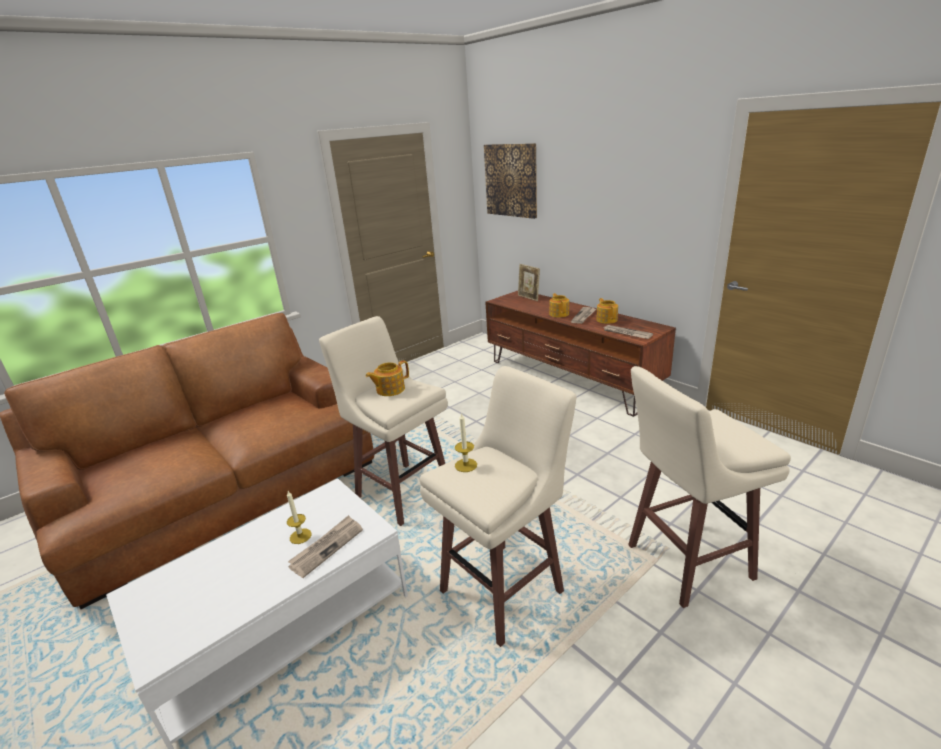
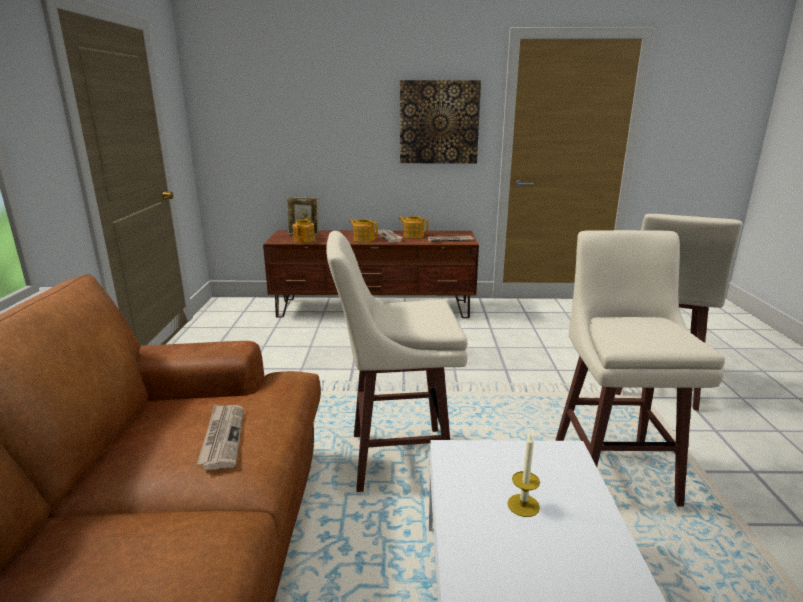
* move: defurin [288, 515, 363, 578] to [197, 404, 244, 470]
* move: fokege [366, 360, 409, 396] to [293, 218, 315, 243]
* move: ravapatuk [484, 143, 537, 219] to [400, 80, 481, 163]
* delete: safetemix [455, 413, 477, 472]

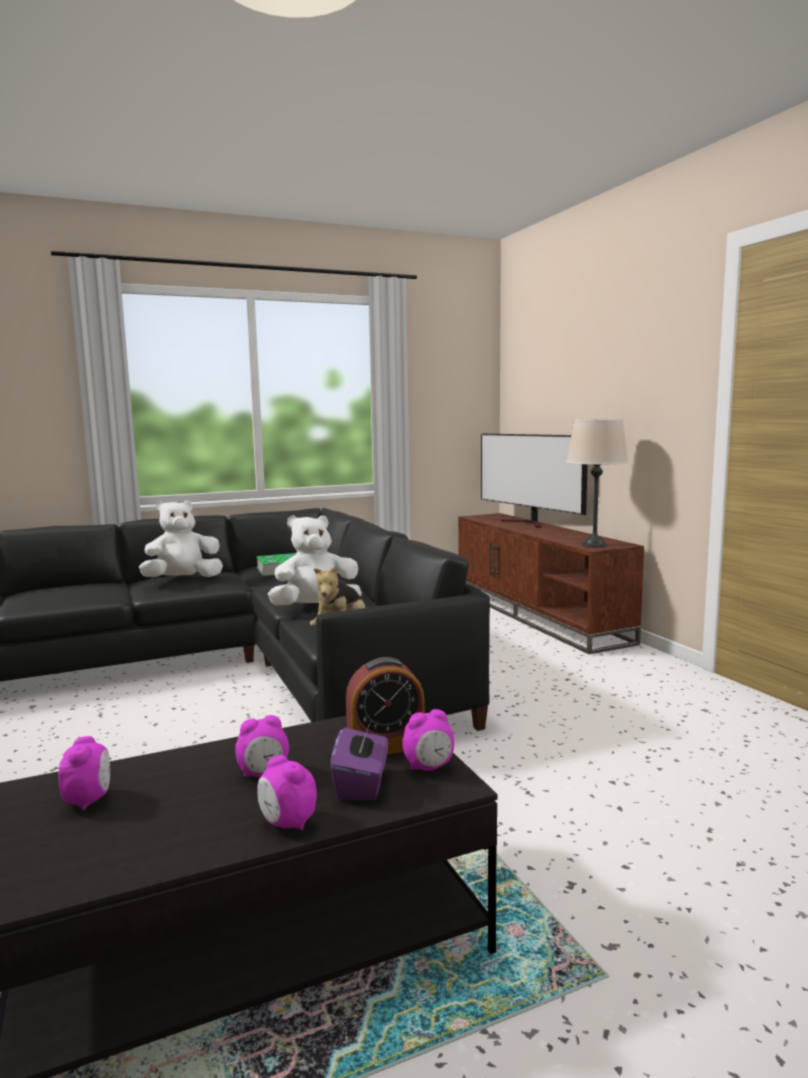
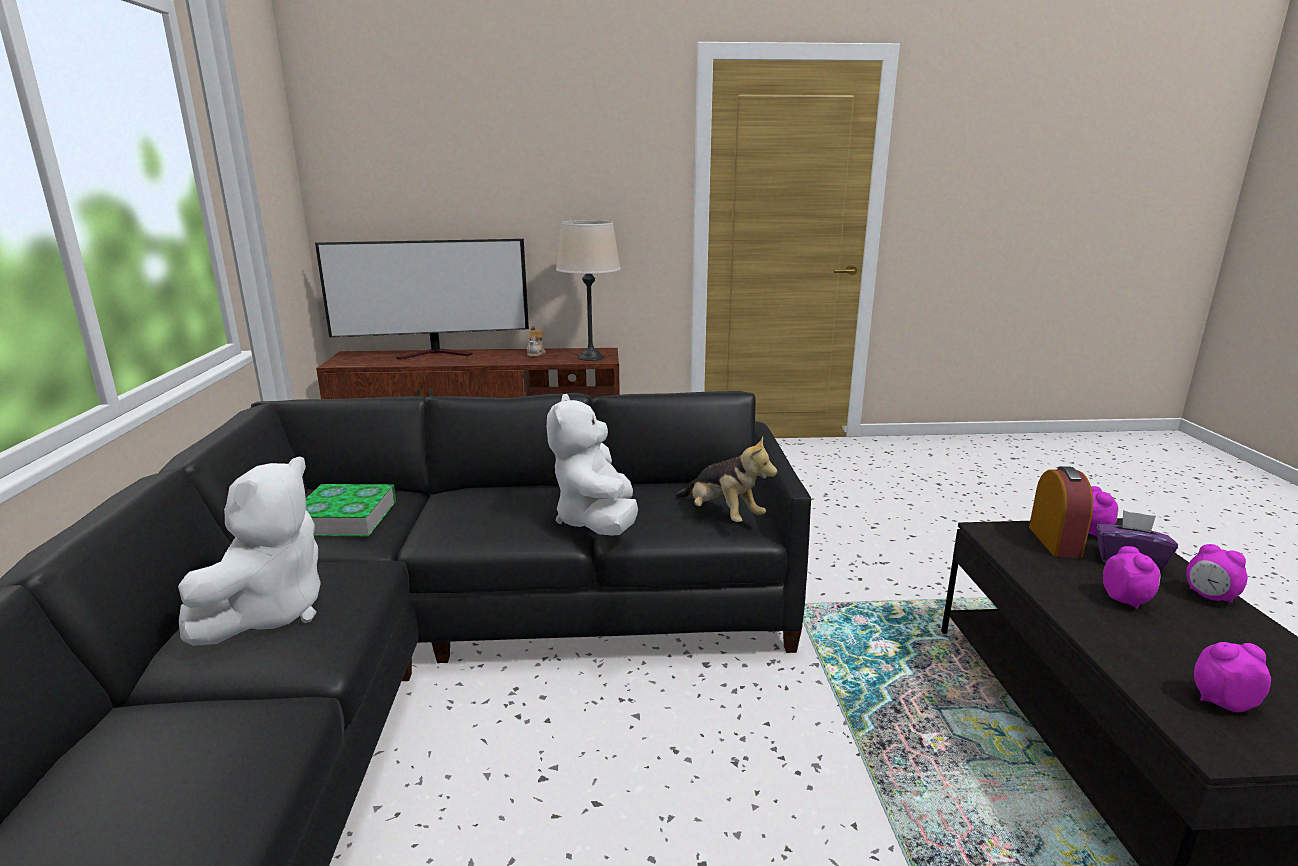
* rotate: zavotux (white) [139, 501, 223, 577] = [178, 456, 321, 646] 150 degrees counterclockwise
* insert: fokege [527, 326, 546, 357]
* rotate: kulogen [257, 755, 317, 831] = [1186, 544, 1248, 603] 75 degrees clockwise

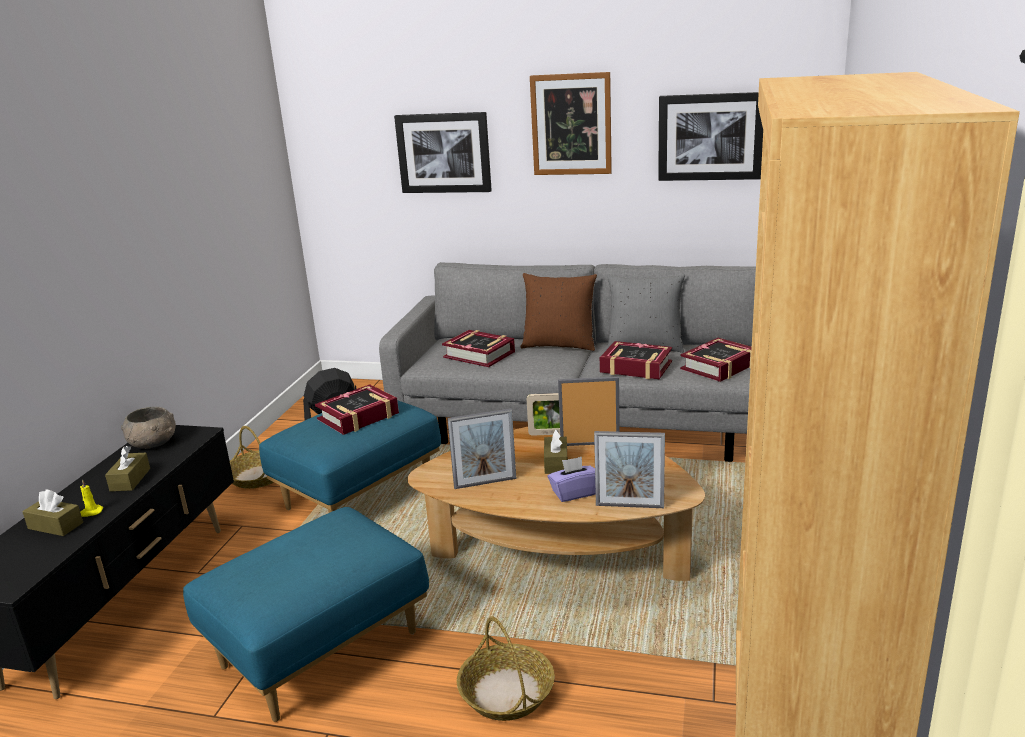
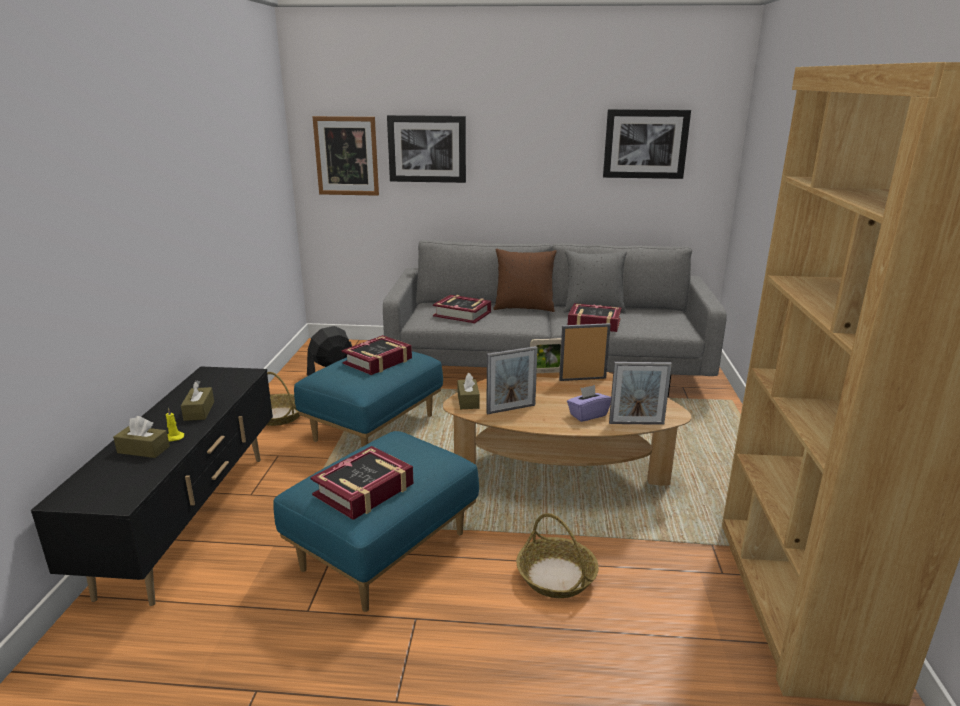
* move: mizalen [680, 338, 752, 382] to [310, 446, 414, 520]
* move: ravapatuk [530, 72, 612, 175] to [313, 116, 379, 196]
* move: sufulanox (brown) [544, 430, 567, 474] to [457, 373, 480, 409]
* delete: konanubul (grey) [121, 407, 176, 449]

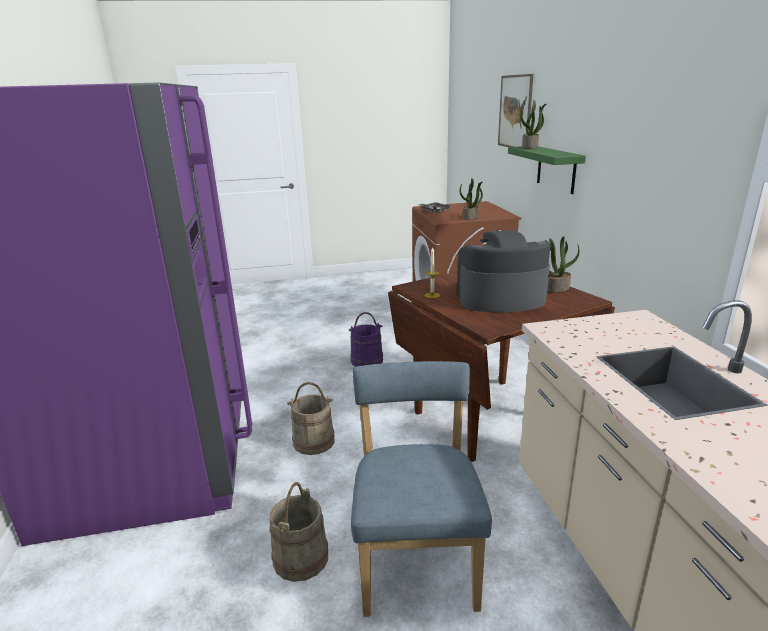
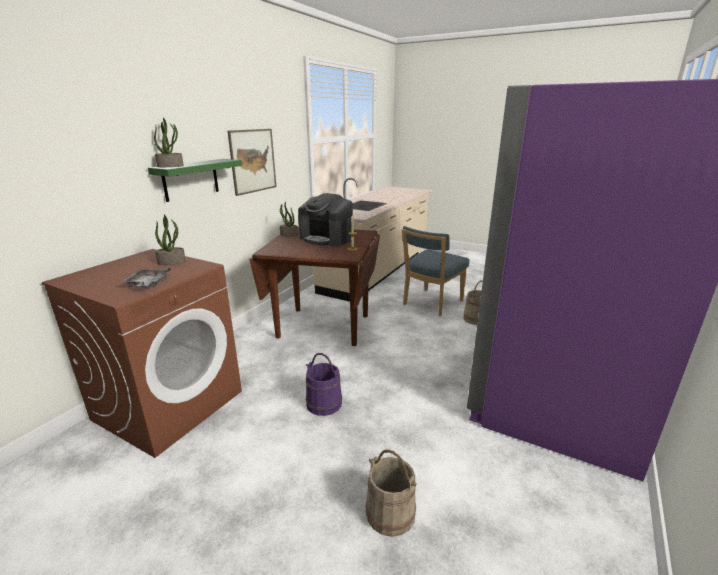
* move: ravapatuk [498, 74, 533, 147] to [228, 129, 277, 196]
* move: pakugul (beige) [287, 382, 335, 455] to [365, 450, 417, 537]

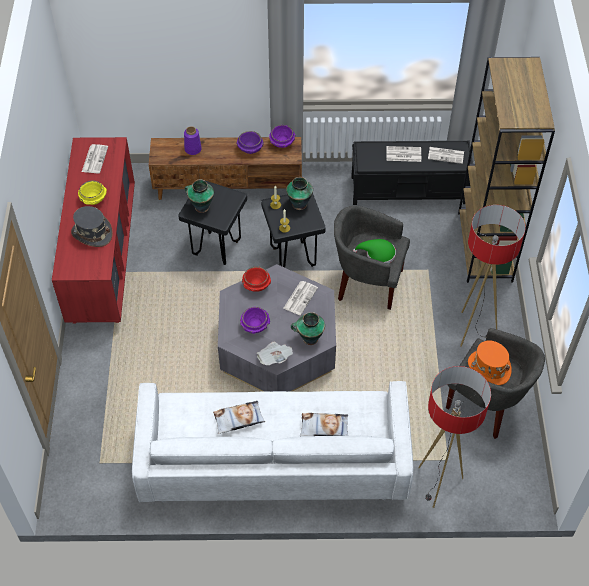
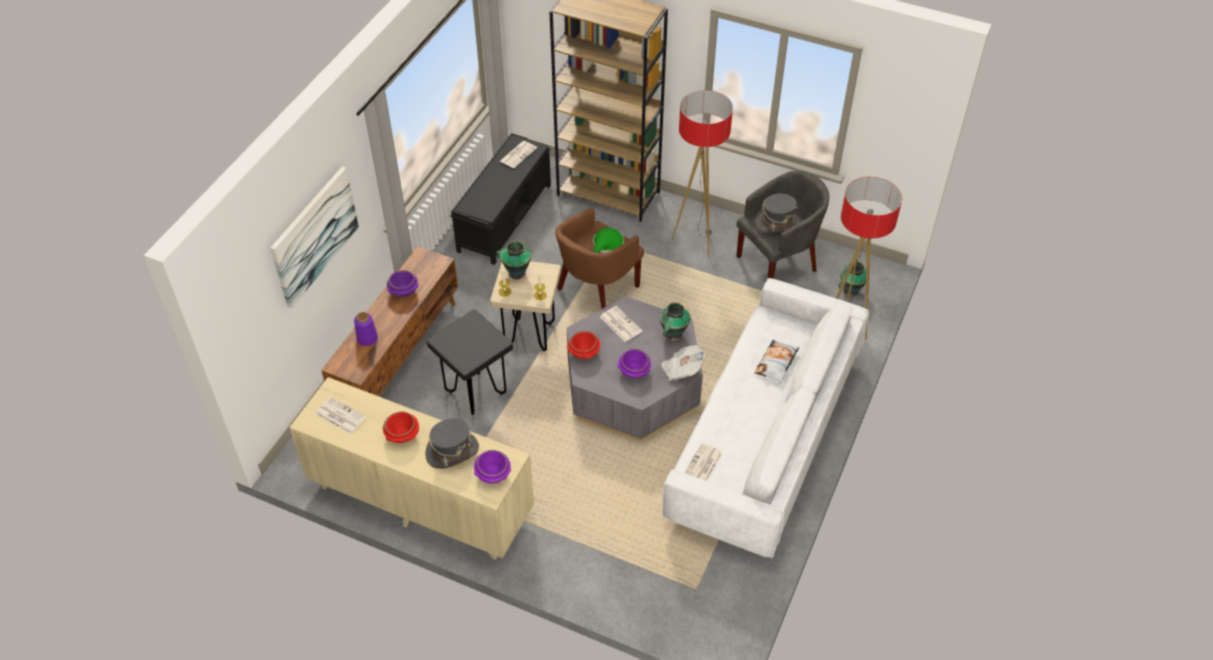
* insert: ravapatuk [270, 166, 359, 308]
* recolor: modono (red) [52, 137, 135, 324] to modono (beige) [289, 377, 534, 560]
* recolor: konanubul (yellow) [78, 180, 107, 205] to konanubul (red) [383, 411, 419, 443]
* move: konanubul (purple) [269, 125, 296, 148] to [474, 450, 511, 484]
* recolor: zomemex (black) [261, 194, 326, 268] to zomemex (beige) [490, 261, 561, 351]
* recolor: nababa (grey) [334, 206, 410, 310] to nababa (brown) [555, 208, 644, 309]
* move: defurin [386, 146, 421, 162] to [684, 443, 723, 481]
* recolor: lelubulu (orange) [468, 341, 512, 385] to lelubulu (grey) [756, 194, 800, 233]
* move: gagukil [185, 180, 214, 213] to [838, 261, 866, 296]
* delete: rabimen [213, 401, 265, 434]

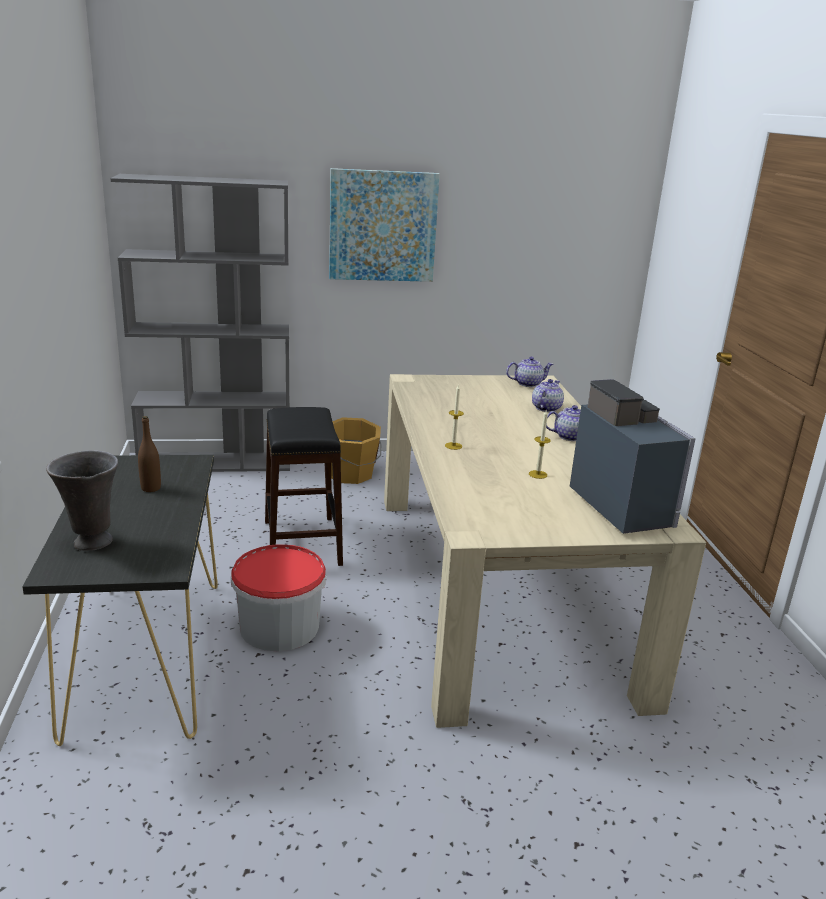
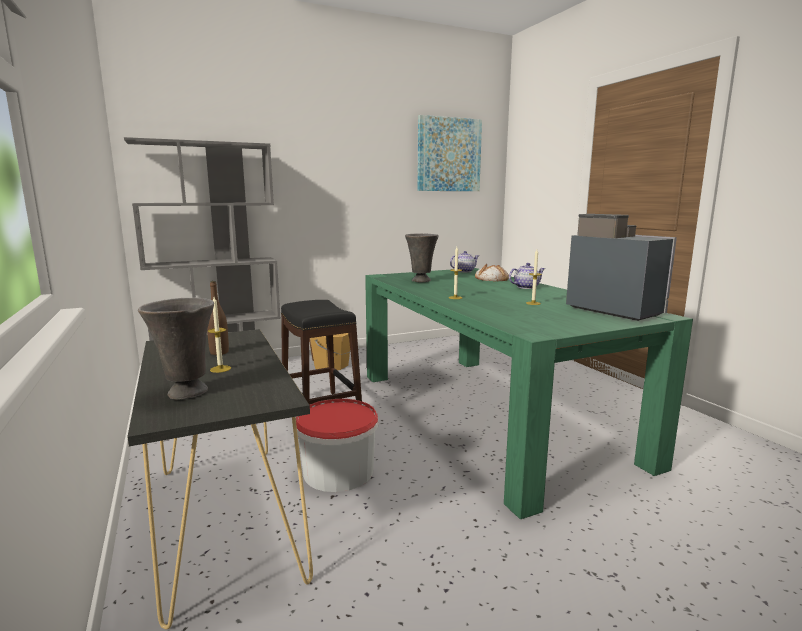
* insert: safetemix [208, 297, 231, 373]
* recolor: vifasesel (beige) [384, 374, 706, 728] to vifasesel (green) [365, 268, 693, 519]
* insert: gagukil (grey) [405, 233, 439, 282]
* move: ravapatuk [329, 168, 440, 282] to [417, 115, 482, 191]
* replace: fokege [532, 379, 564, 412] to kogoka [475, 263, 509, 281]

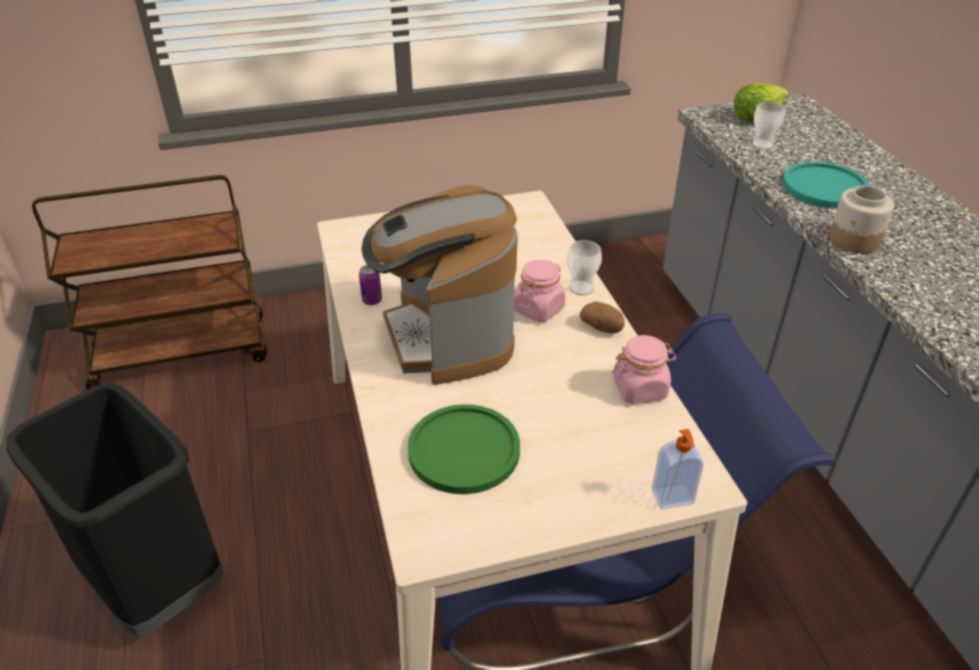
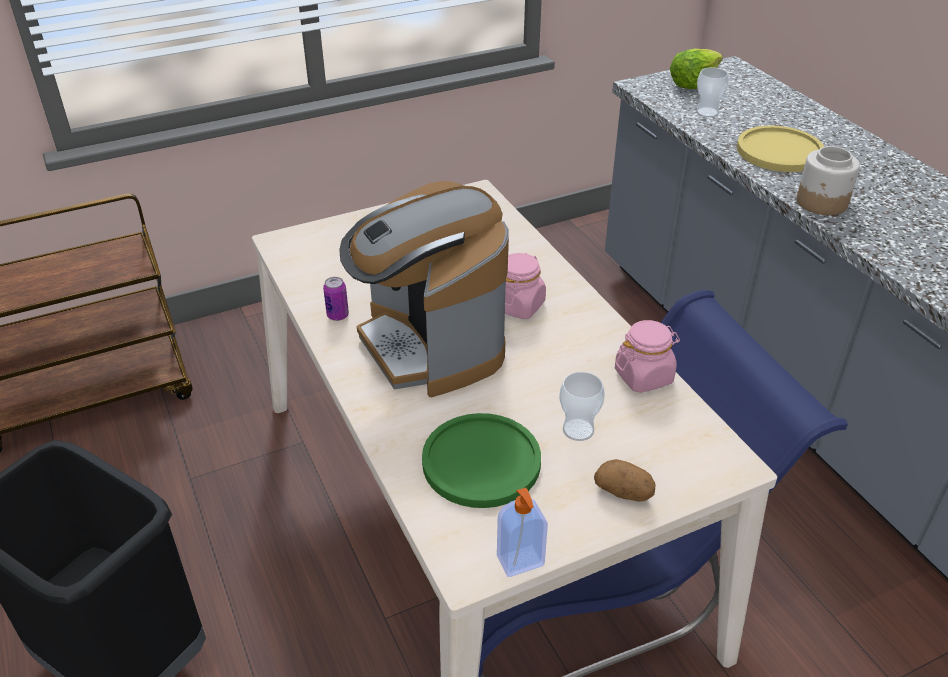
* move: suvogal [651, 429, 704, 509] to [497, 488, 548, 577]
* move: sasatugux [567, 240, 602, 296] to [559, 372, 605, 441]
* move: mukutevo [580, 302, 625, 334] to [594, 459, 655, 501]
* recolor: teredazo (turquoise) [782, 162, 870, 209] to teredazo (yellow) [737, 125, 824, 172]

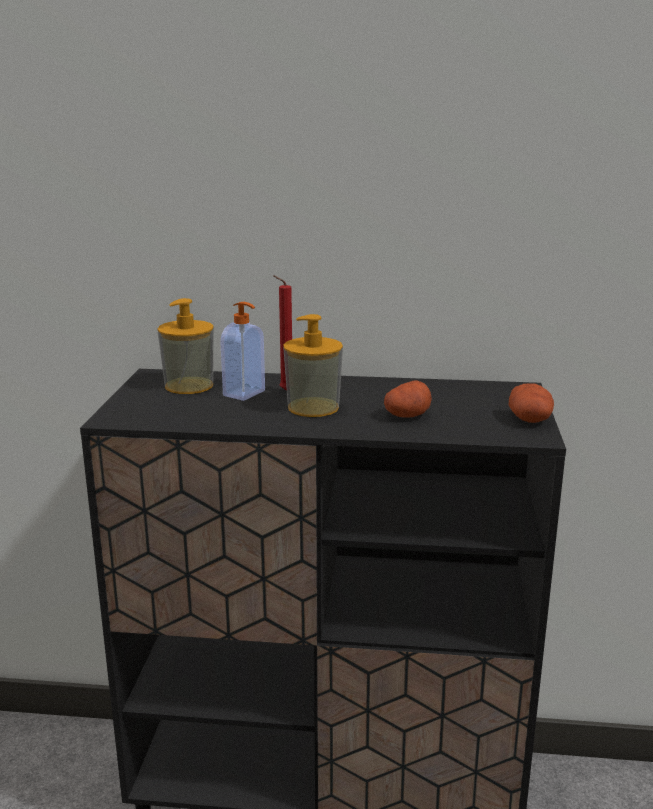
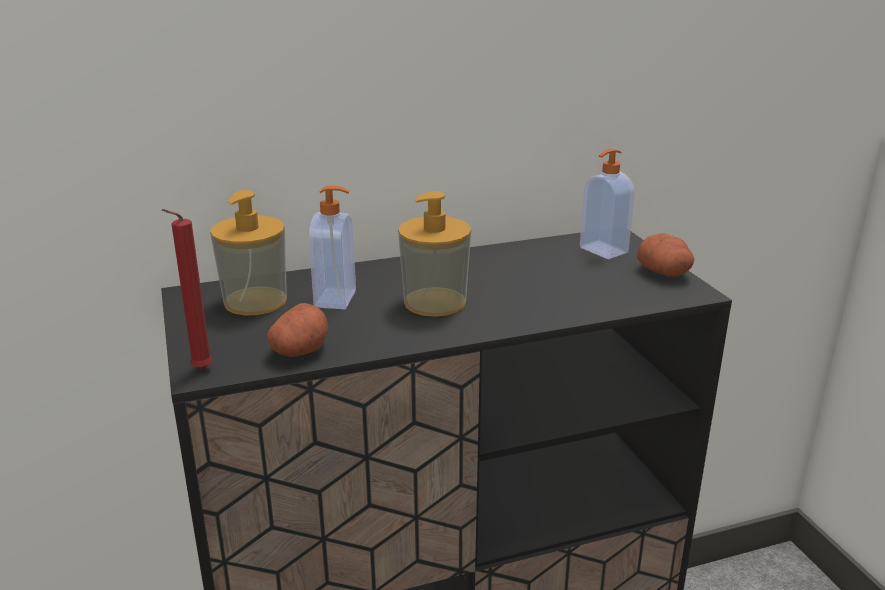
* move: safetemix (red) [273, 275, 292, 391] to [162, 209, 213, 370]
* move: mukutevo [384, 380, 432, 417] to [267, 303, 328, 357]
* insert: suvogal [580, 149, 635, 259]

